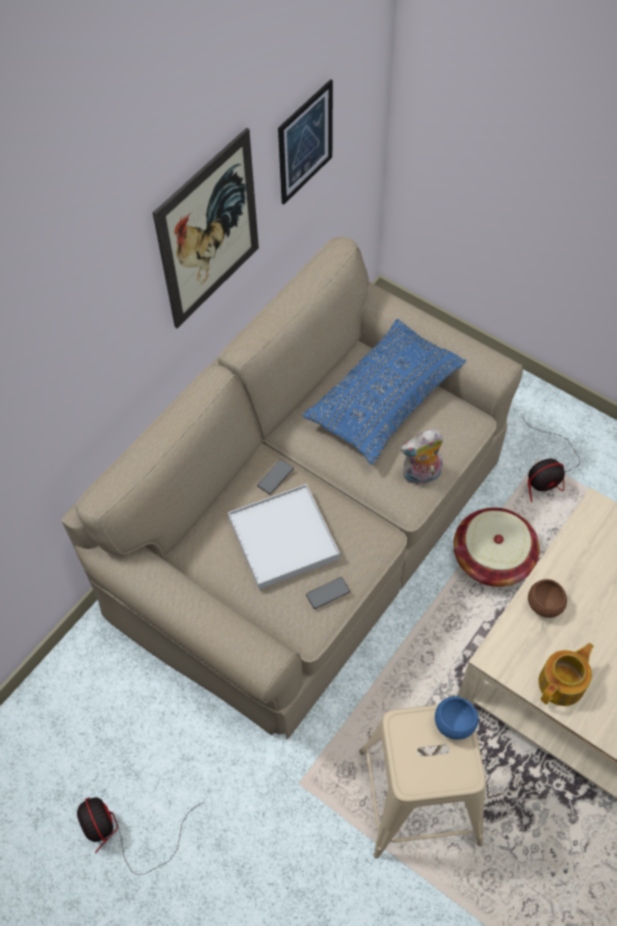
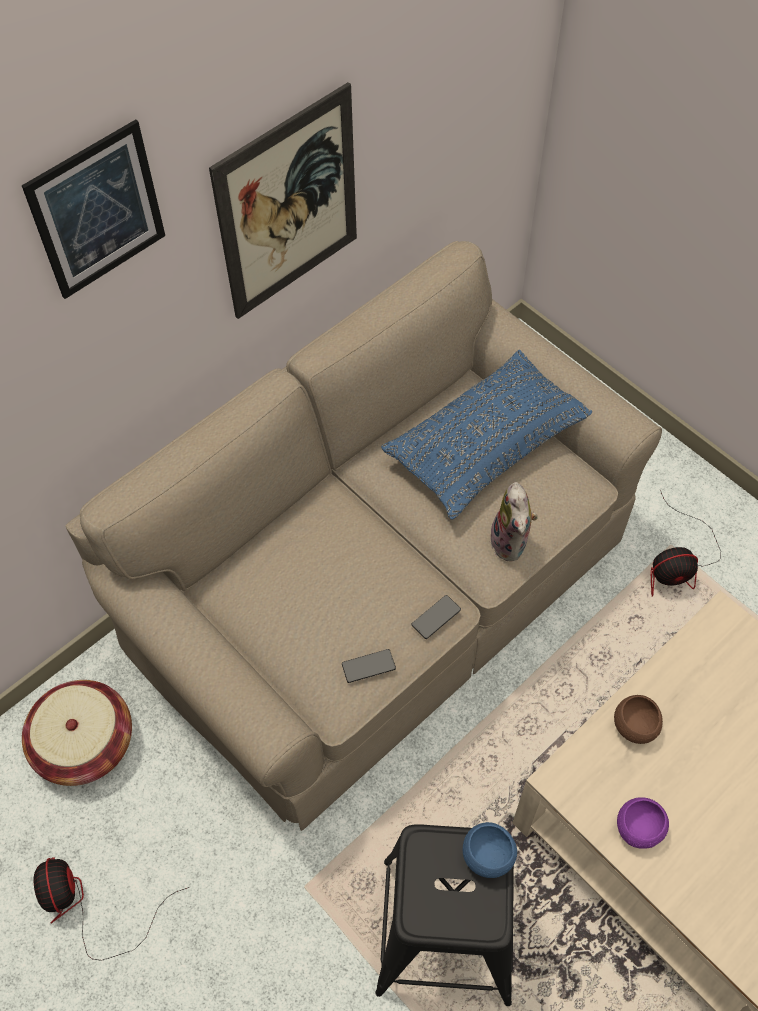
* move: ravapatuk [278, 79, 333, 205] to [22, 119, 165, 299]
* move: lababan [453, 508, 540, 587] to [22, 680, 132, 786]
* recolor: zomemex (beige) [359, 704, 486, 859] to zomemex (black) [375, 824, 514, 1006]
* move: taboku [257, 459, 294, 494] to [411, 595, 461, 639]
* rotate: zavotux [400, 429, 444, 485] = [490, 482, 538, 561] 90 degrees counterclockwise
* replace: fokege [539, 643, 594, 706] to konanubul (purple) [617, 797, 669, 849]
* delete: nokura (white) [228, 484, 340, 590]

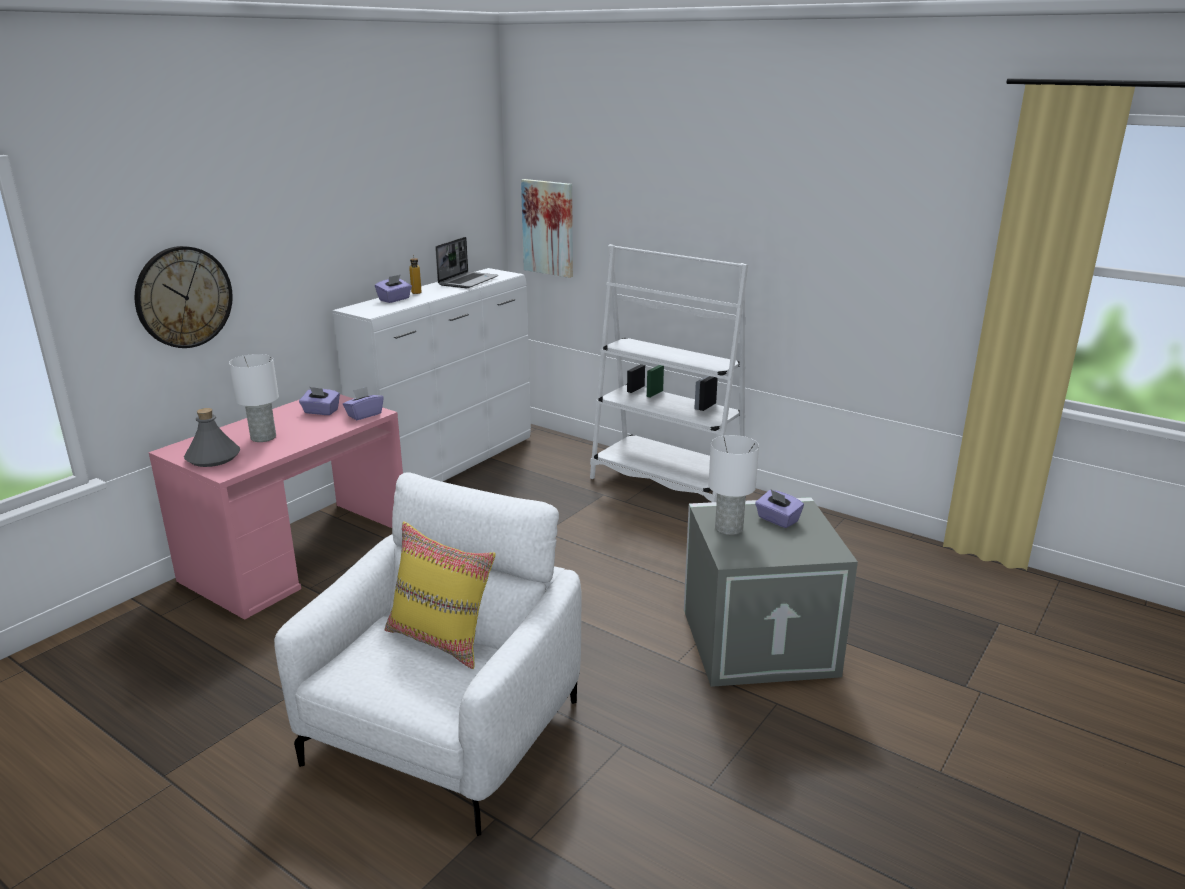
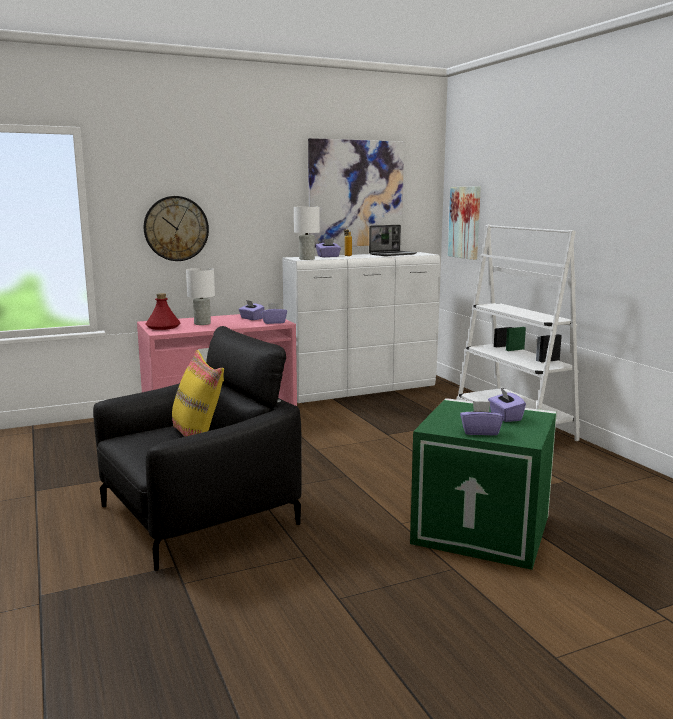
* recolor: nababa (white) [274, 472, 582, 836] to nababa (black) [93, 326, 302, 571]
* recolor: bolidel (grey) [184, 408, 240, 467] to bolidel (red) [145, 293, 180, 330]
* move: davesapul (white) [708, 435, 759, 535] to [294, 207, 320, 260]
* insert: ravapatuk [308, 138, 404, 248]
* recolor: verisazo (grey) [684, 497, 858, 687] to verisazo (green) [410, 398, 557, 570]
* insert: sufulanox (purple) [460, 401, 504, 435]

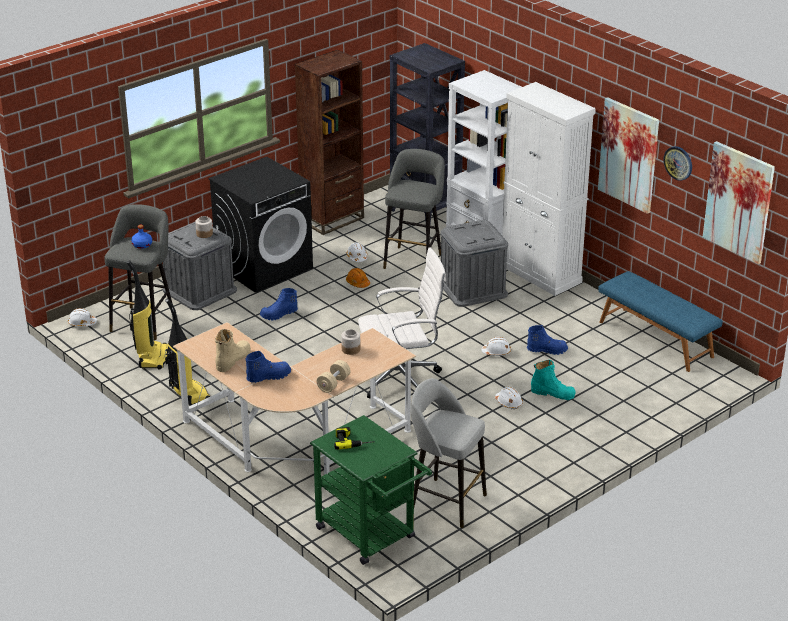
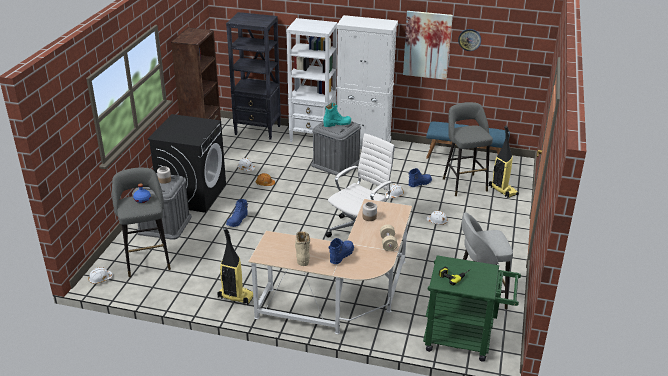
* move: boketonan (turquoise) [531, 360, 576, 400] to [323, 103, 351, 127]
* move: zomemex (grey) [383, 149, 445, 269] to [443, 102, 493, 196]
* move: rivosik [127, 260, 167, 370] to [489, 126, 519, 198]
* delete: ravapatuk [703, 141, 775, 264]

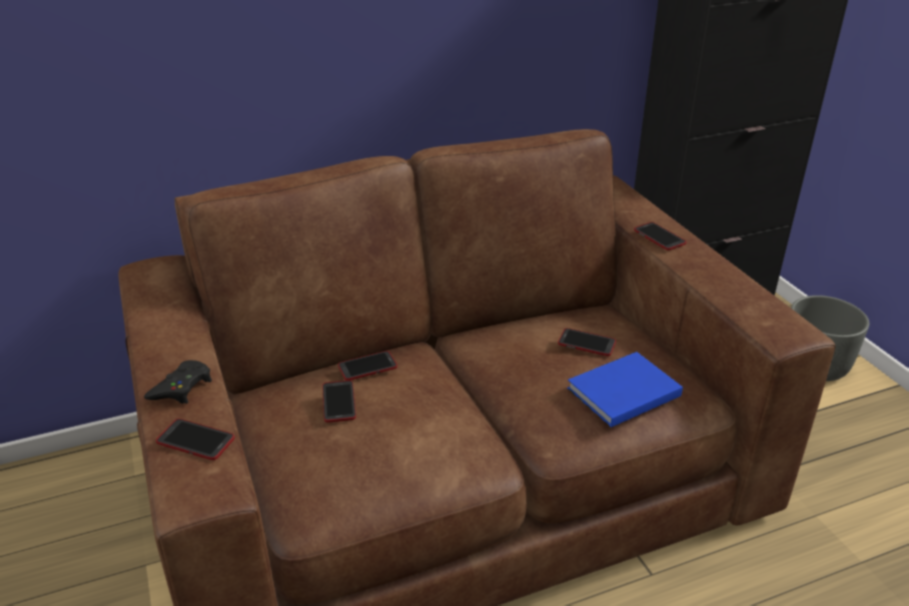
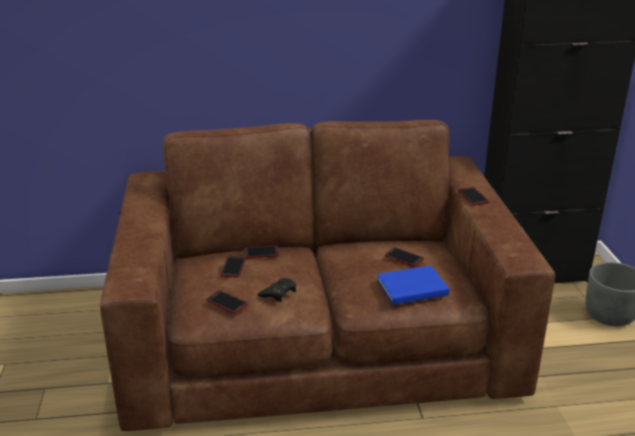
* move: taboku [156, 419, 235, 460] to [206, 291, 248, 314]
* move: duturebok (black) [144, 360, 212, 404] to [257, 278, 296, 302]

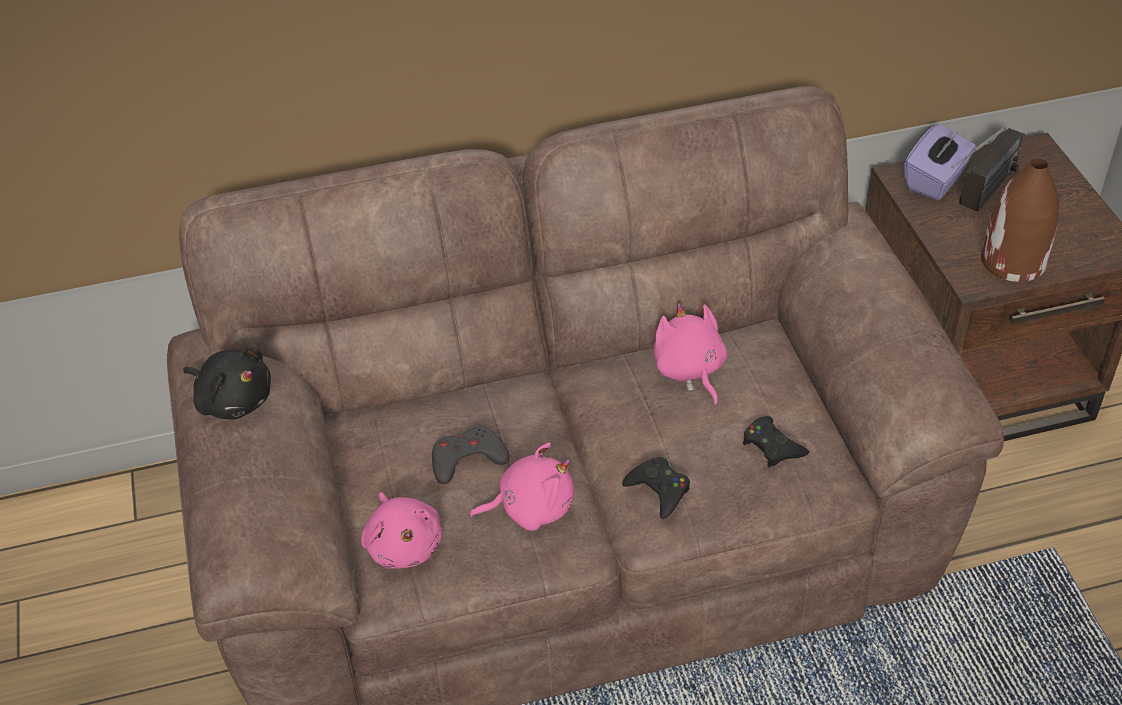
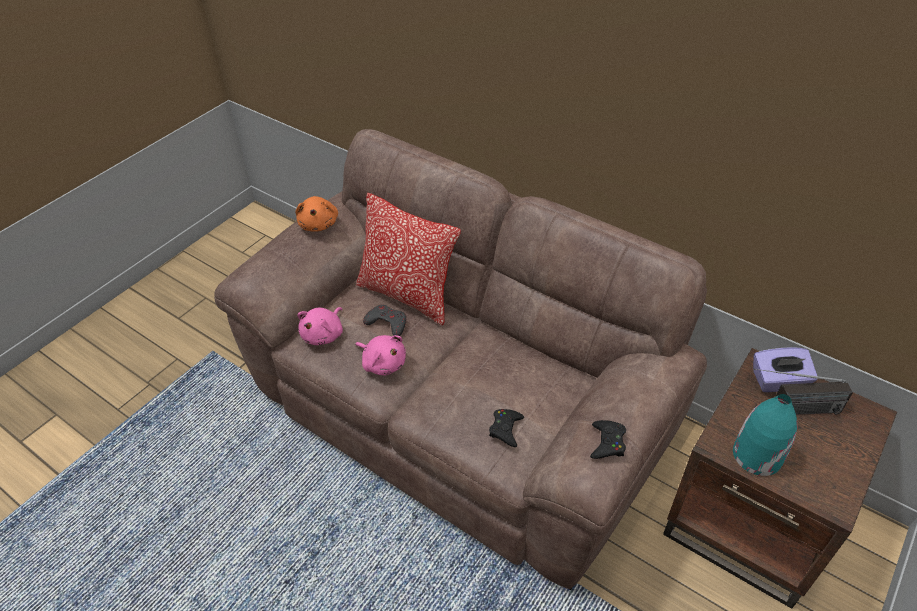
* recolor: zavotux (black) [183, 347, 271, 419] to zavotux (orange) [296, 196, 338, 232]
* insert: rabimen [356, 193, 461, 325]
* move: duturebok (black) [622, 457, 690, 519] to [590, 420, 626, 459]
* recolor: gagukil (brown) [981, 159, 1059, 282] to gagukil (turquoise) [733, 394, 797, 476]
* delete: zavotux (pink) [653, 303, 727, 406]

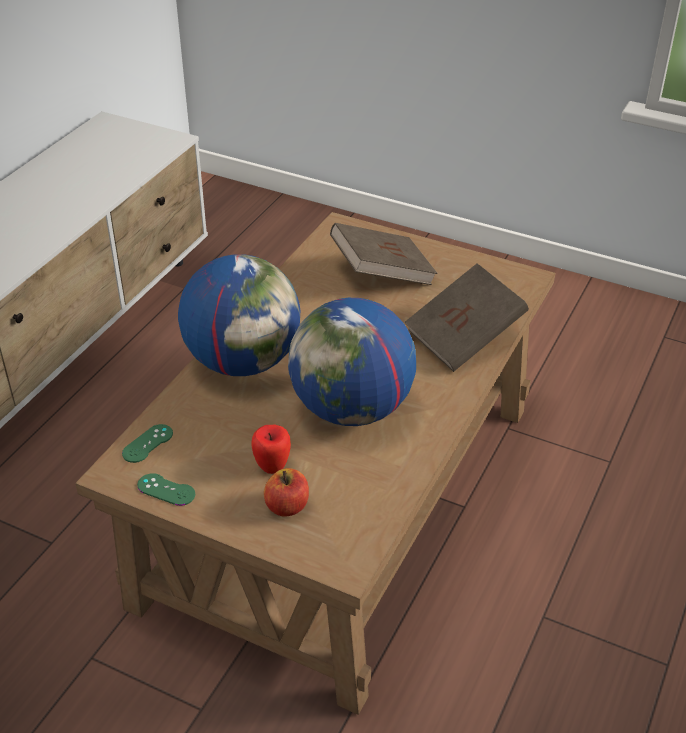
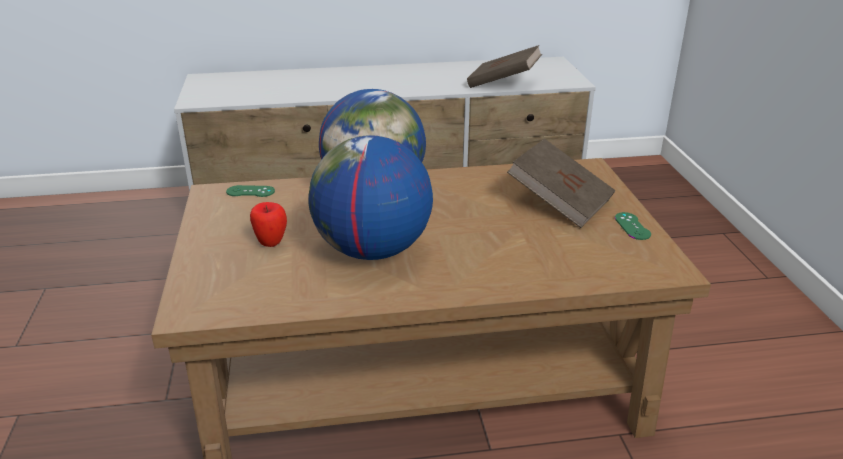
* move: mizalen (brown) [405, 263, 529, 372] to [467, 45, 542, 88]
* move: duturebok (green) [137, 473, 195, 506] to [615, 212, 651, 240]
* delete: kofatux [264, 468, 309, 517]

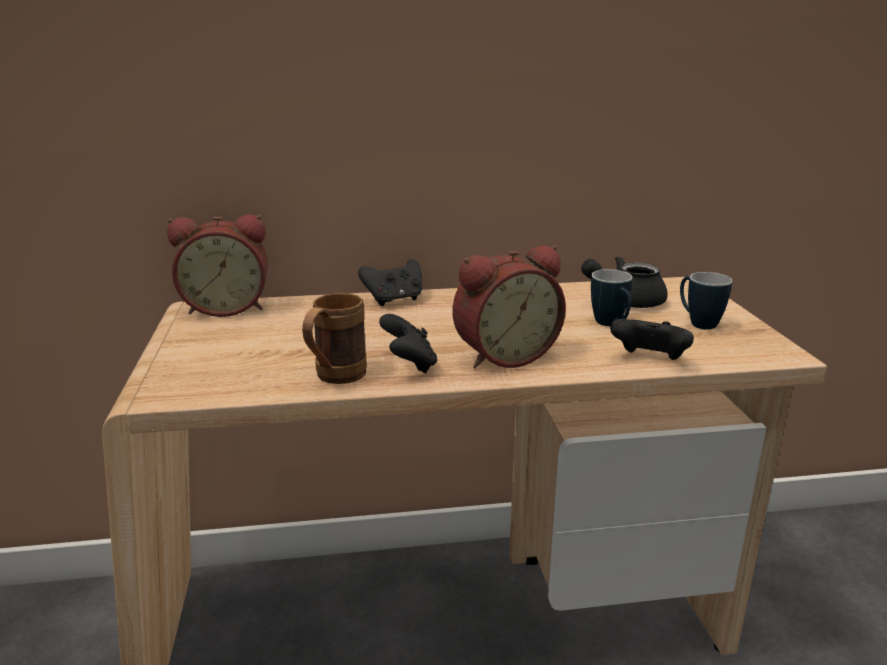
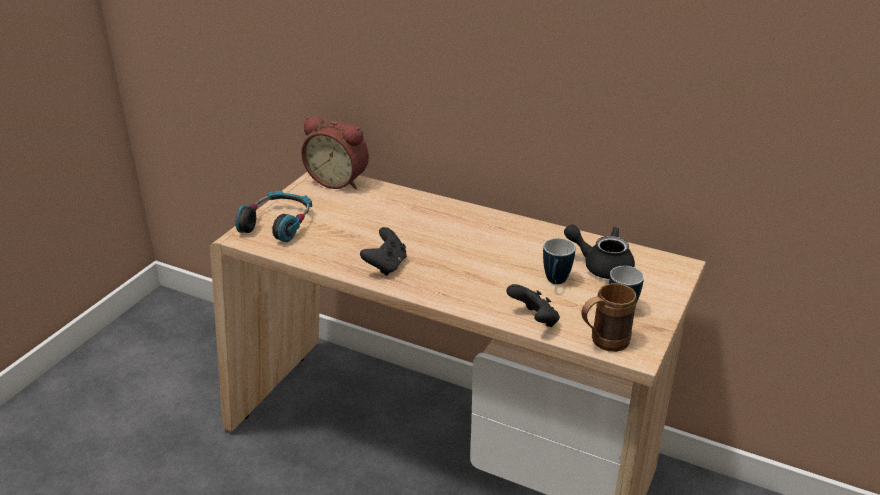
* insert: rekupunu [235, 191, 312, 242]
* move: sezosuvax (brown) [302, 293, 367, 384] to [581, 283, 637, 352]
* delete: duturebok (black) [358, 259, 422, 306]
* delete: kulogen [453, 245, 566, 368]

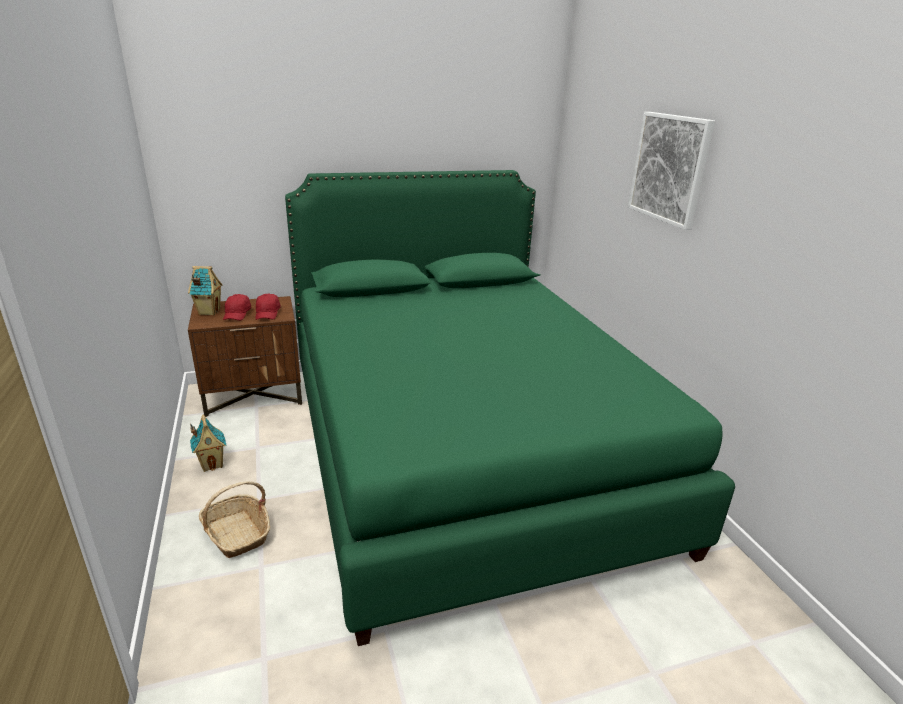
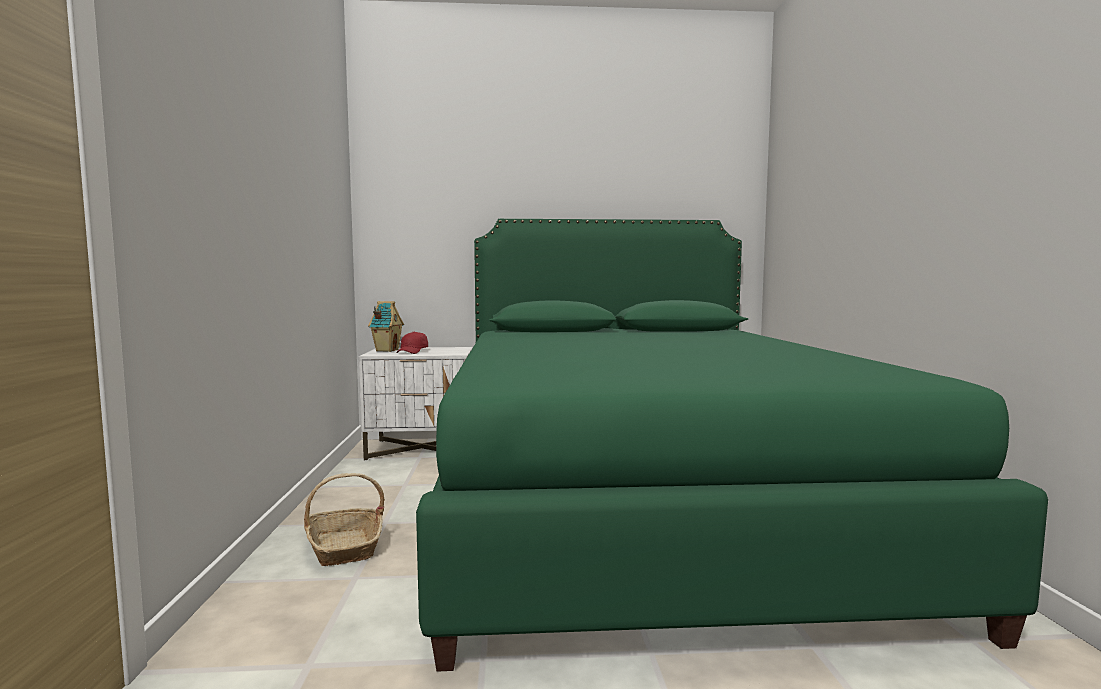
* recolor: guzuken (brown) [188, 296, 302, 417] to guzuken (white) [359, 347, 473, 461]
* delete: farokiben [190, 415, 227, 472]
* delete: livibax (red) [255, 293, 281, 320]
* delete: ravapatuk [628, 112, 715, 230]

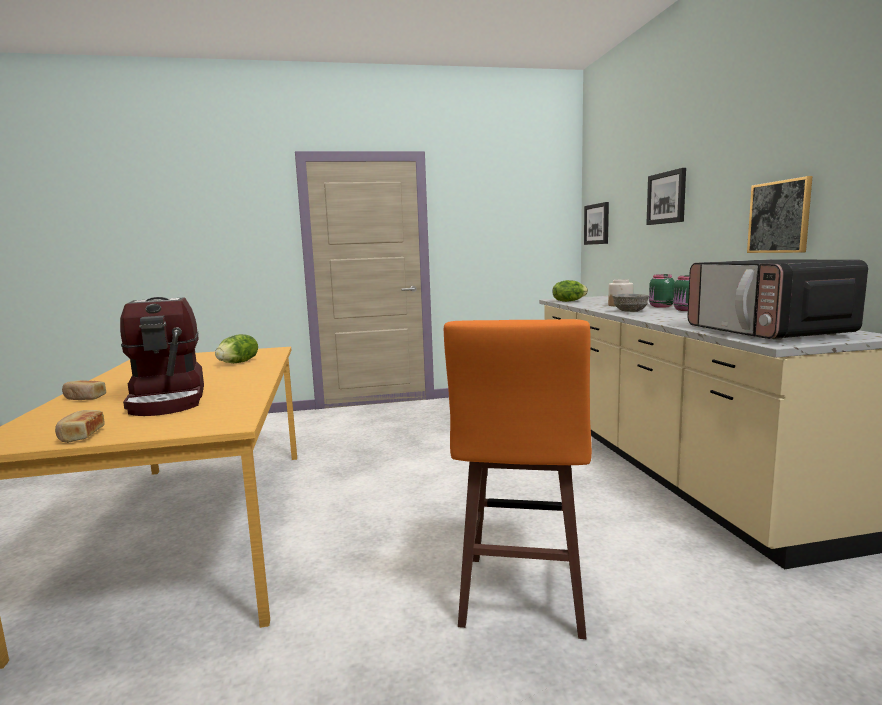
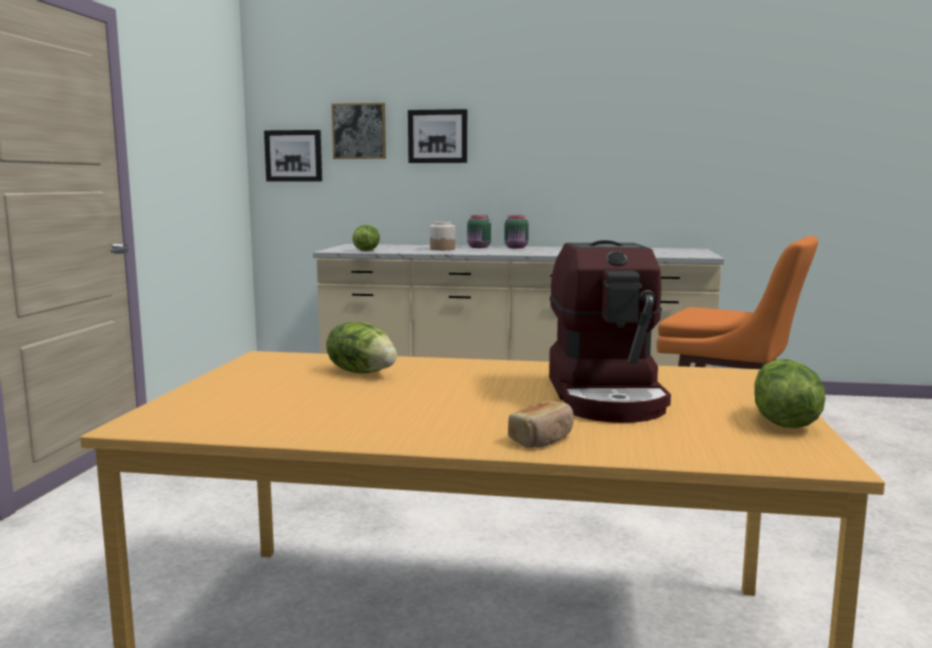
* move: ravapatuk [747, 176, 812, 253] to [331, 103, 386, 159]
* rotate: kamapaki [120, 297, 204, 416] = [549, 240, 671, 423] 90 degrees clockwise
* replace: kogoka [55, 410, 105, 443] to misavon [755, 359, 826, 428]
* delete: konanubul (grey) [612, 294, 649, 312]
* delete: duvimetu [688, 259, 868, 340]

